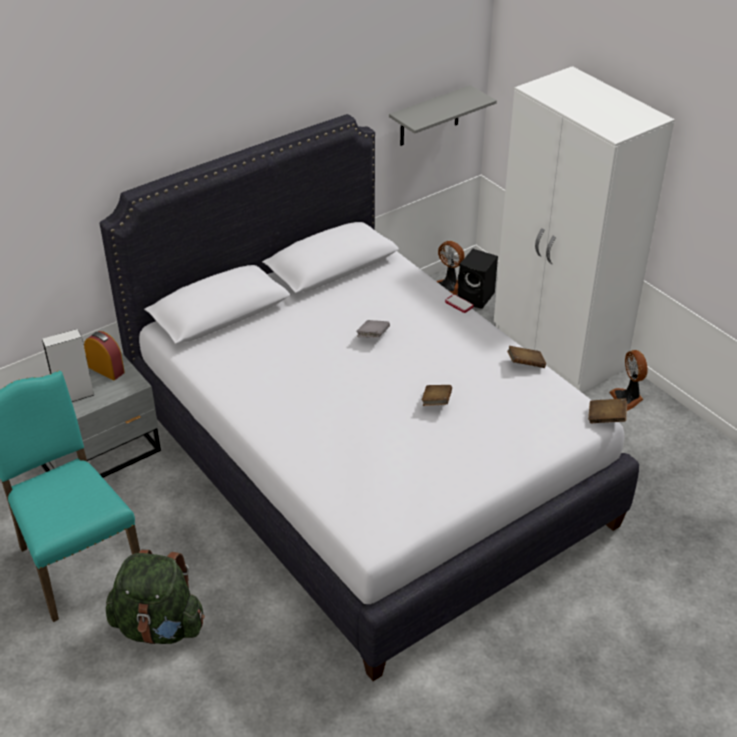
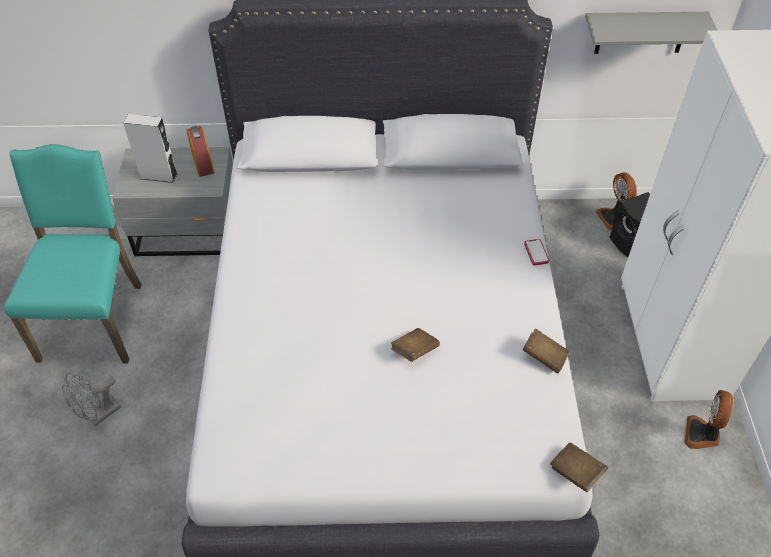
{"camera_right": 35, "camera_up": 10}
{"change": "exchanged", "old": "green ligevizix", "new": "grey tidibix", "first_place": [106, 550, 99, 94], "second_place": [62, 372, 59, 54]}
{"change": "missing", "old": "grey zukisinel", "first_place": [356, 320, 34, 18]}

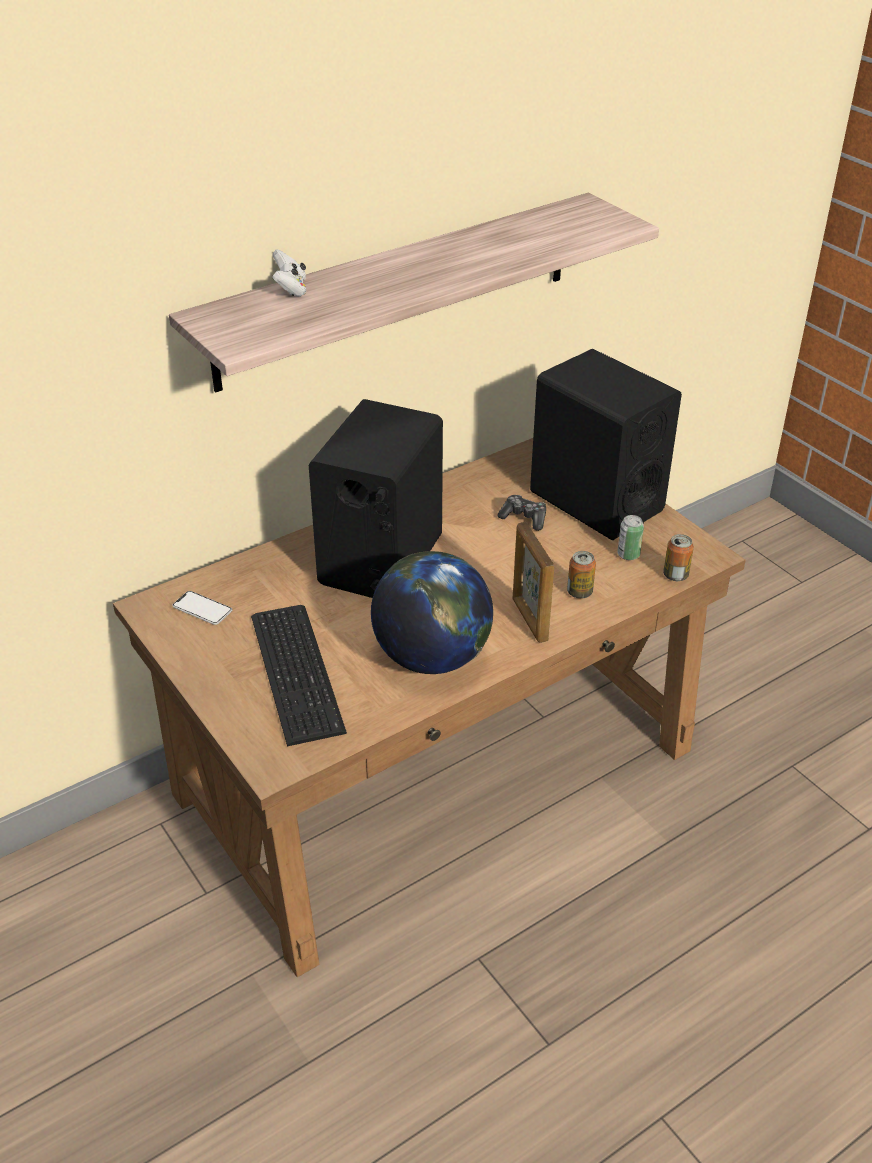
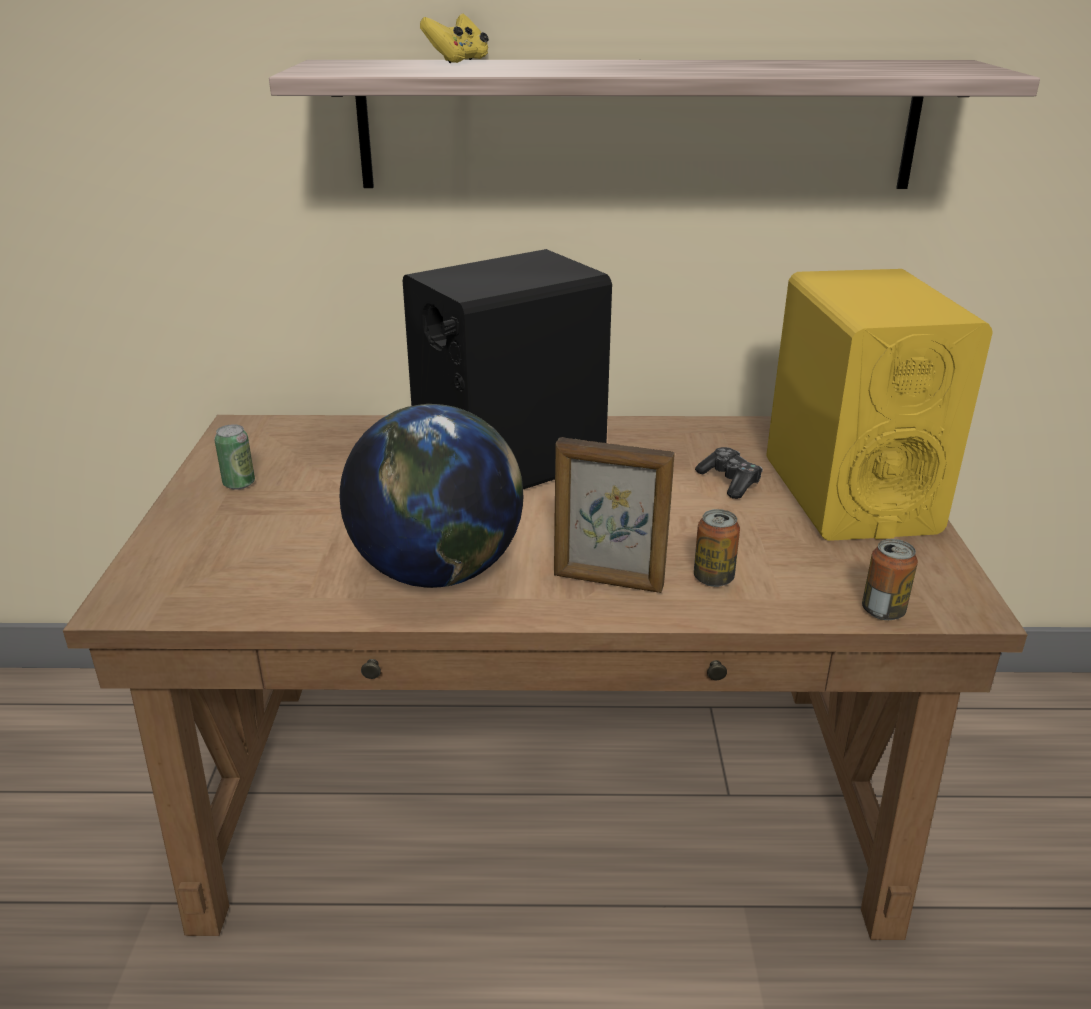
{"camera_right": 35, "camera_up": -10}
{"change": "relocated", "old": "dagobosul", "first_place": [618, 515, 26, 45], "second_place": [215, 424, 40, 66]}
{"change": "colour", "old": "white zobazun", "new": "yellow zobazun", "first_place": [272, 249, 34, 48], "second_place": [420, 14, 69, 49]}
{"change": "spun", "old": "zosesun", "first_place": [513, 522, 41, 121], "second_place": [554, 437, 121, 156], "degrees": -90}
{"change": "colour", "old": "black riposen", "new": "yellow riposen", "first_place": [530, 349, 152, 191], "second_place": [766, 269, 227, 272]}
{"change": "missing", "old": "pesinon", "first_place": [172, 591, 60, 34]}
{"change": "missing", "old": "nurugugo", "first_place": [251, 605, 96, 141]}

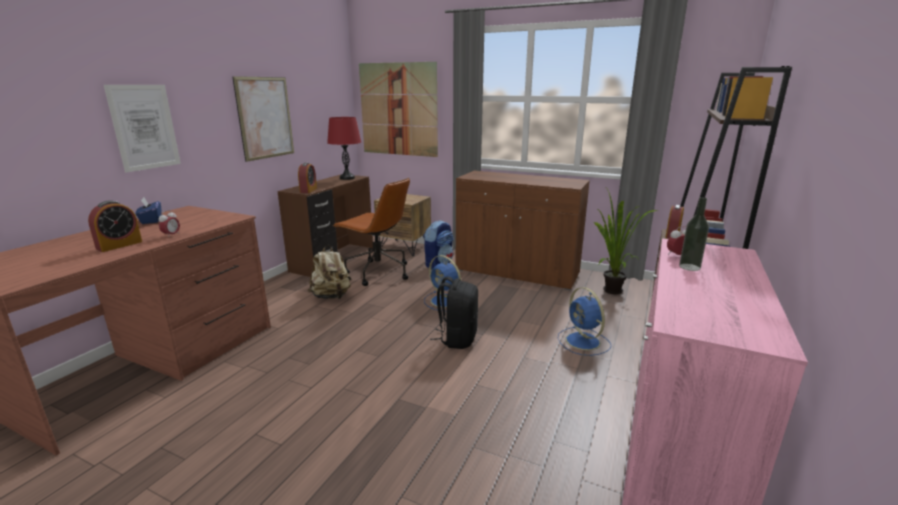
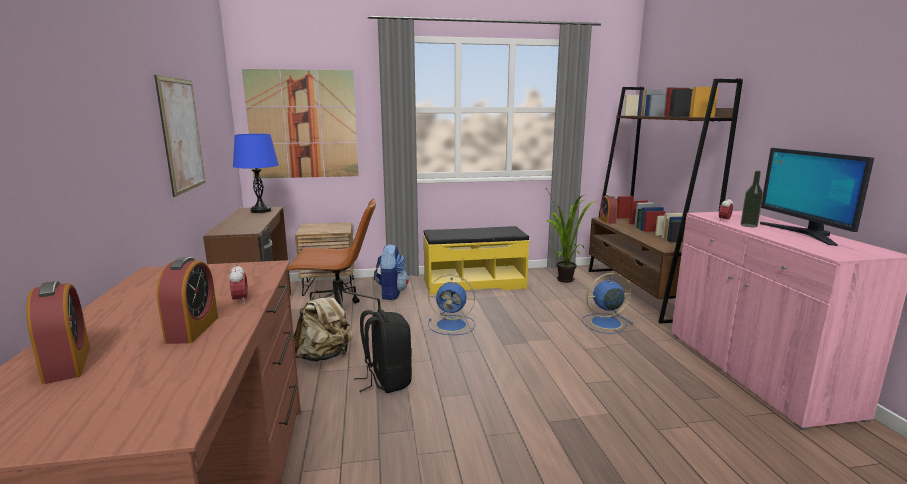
{"camera_right": -35, "camera_up": -5}
{"change": "relocated", "old": "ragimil", "first_place": [298, 163, 19, 30], "second_place": [26, 281, 64, 103]}
{"change": "colour", "old": "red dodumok", "new": "blue dodumok", "first_place": [327, 117, 34, 63], "second_place": [233, 134, 45, 79]}
{"change": "relocated", "old": "black ligevizix", "first_place": [430, 277, 48, 72], "second_place": [354, 310, 58, 83]}
{"change": "exchanged", "old": "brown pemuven", "new": "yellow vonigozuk", "first_place": [456, 171, 134, 119], "second_place": [423, 226, 106, 69]}
{"change": "spun", "old": "blue tidibix", "first_place": [558, 287, 53, 69], "second_place": [582, 273, 51, 61], "degrees": 135}
{"change": "appeared", "new": "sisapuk", "second_place": [760, 148, 114, 98]}
{"change": "missing", "old": "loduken", "first_place": [104, 85, 77, 88]}
{"change": "missing", "old": "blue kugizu", "first_place": [136, 198, 26, 26]}

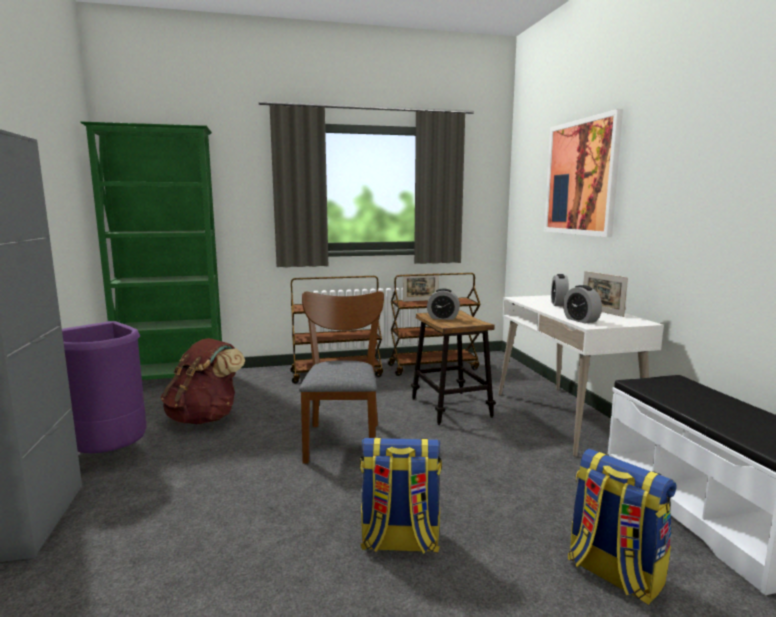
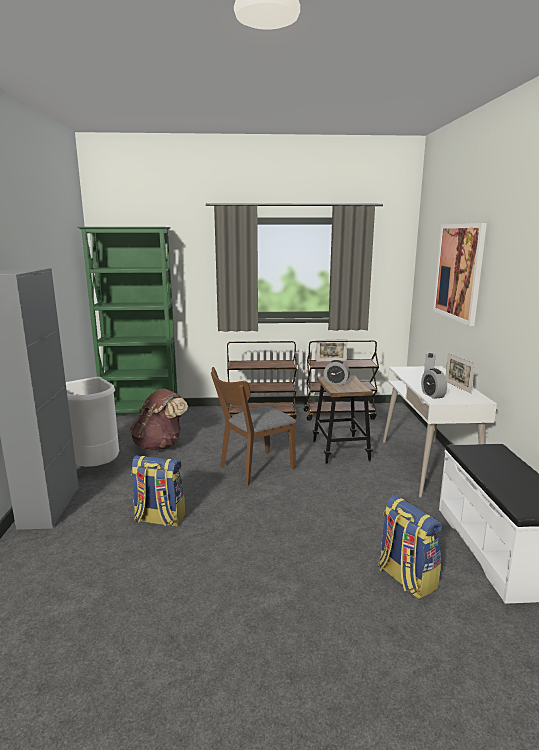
{"camera_right": 10, "camera_up": 5}
{"change": "colour", "old": "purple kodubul", "new": "white kodubul", "first_place": [62, 321, 85, 132], "second_place": [66, 377, 53, 90]}
{"change": "relocated", "old": "ligevizix", "first_place": [360, 437, 82, 117], "second_place": [131, 456, 54, 71]}
{"change": "spun", "old": "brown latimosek", "first_place": [299, 291, 85, 172], "second_place": [211, 367, 85, 119], "degrees": -135}

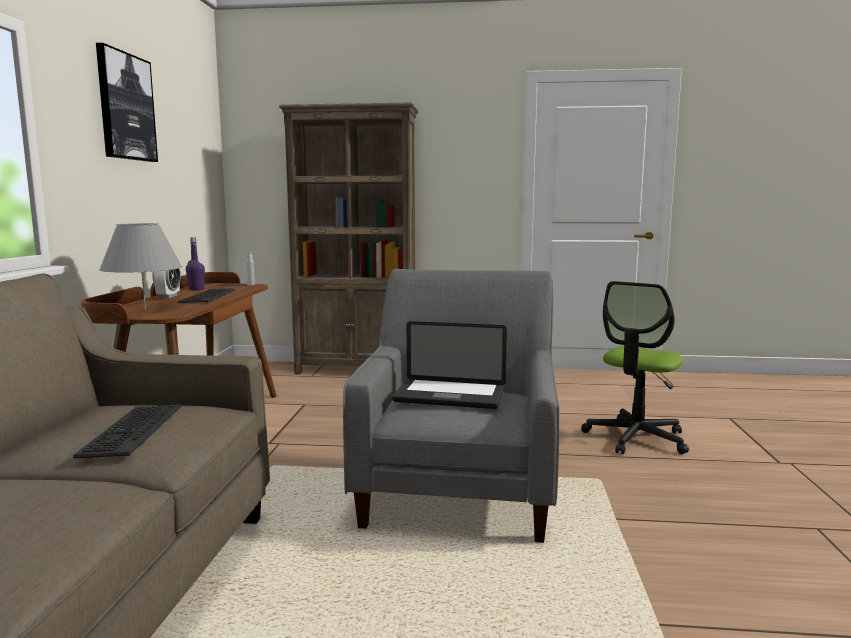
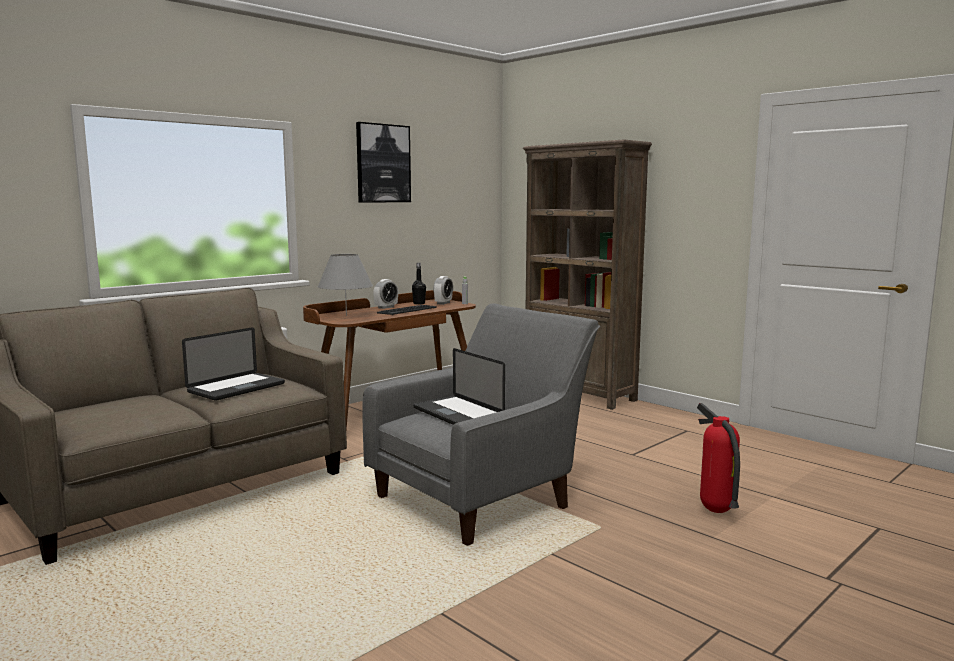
{"camera_right": 40, "camera_up": 0}
{"change": "exchanged", "old": "nurugugo", "new": "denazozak", "first_place": [73, 404, 108, 54], "second_place": [182, 327, 103, 74]}
{"change": "colour", "old": "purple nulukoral", "new": "black nulukoral", "first_place": [186, 238, 19, 52], "second_place": [412, 263, 14, 42]}
{"change": "appeared", "new": "ragimil", "second_place": [433, 276, 20, 29]}
{"change": "exchanged", "old": "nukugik", "new": "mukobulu", "first_place": [581, 281, 108, 173], "second_place": [697, 403, 43, 110]}

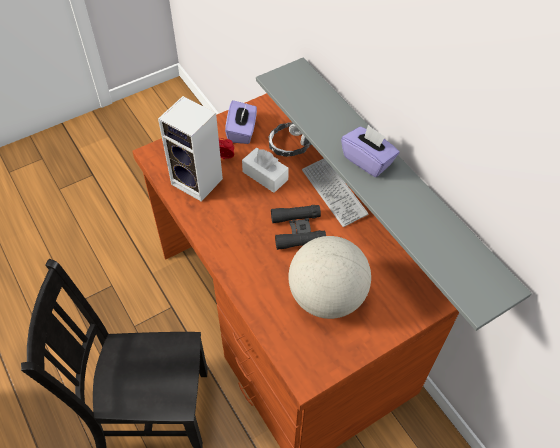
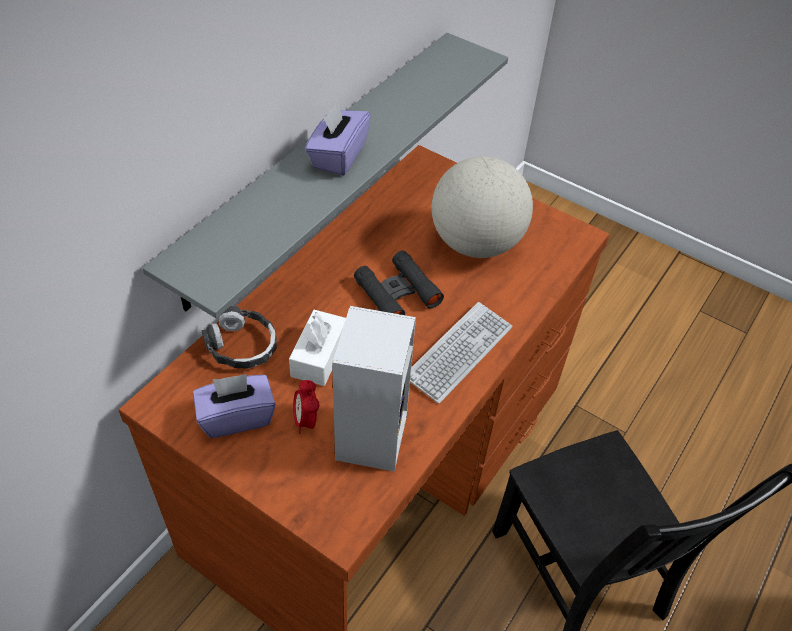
{"camera_right": -115, "camera_up": -5}
{"change": "relocated", "old": "nurugugo", "first_place": [302, 158, 66, 69], "second_place": [410, 302, 103, 102]}

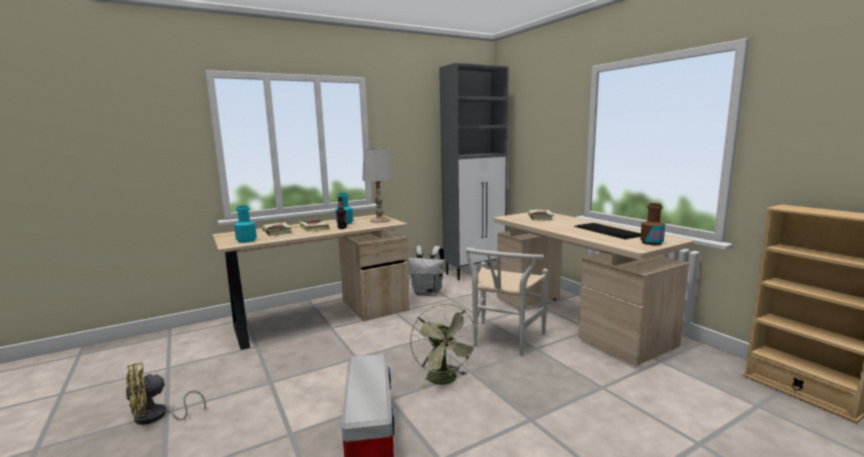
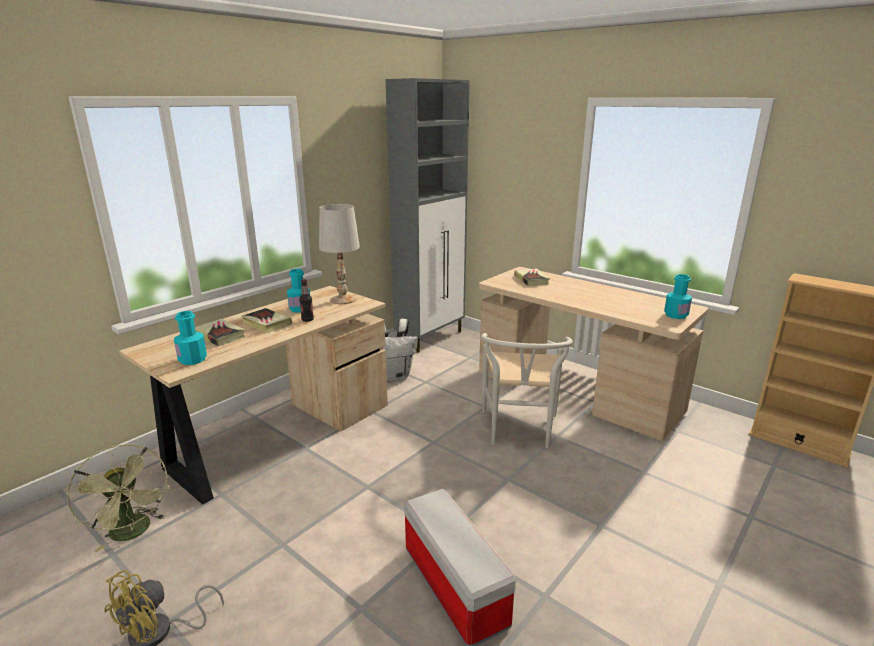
{"camera_right": -20, "camera_up": 10}
{"change": "relocated", "old": "green tidibix", "first_place": [410, 304, 69, 85], "second_place": [66, 444, 104, 108]}
{"change": "colour", "old": "brown nulukoral", "new": "turquoise nulukoral", "first_place": [640, 203, 25, 42], "second_place": [664, 274, 28, 45]}
{"change": "missing", "old": "nurugugo", "first_place": [574, 223, 67, 16]}

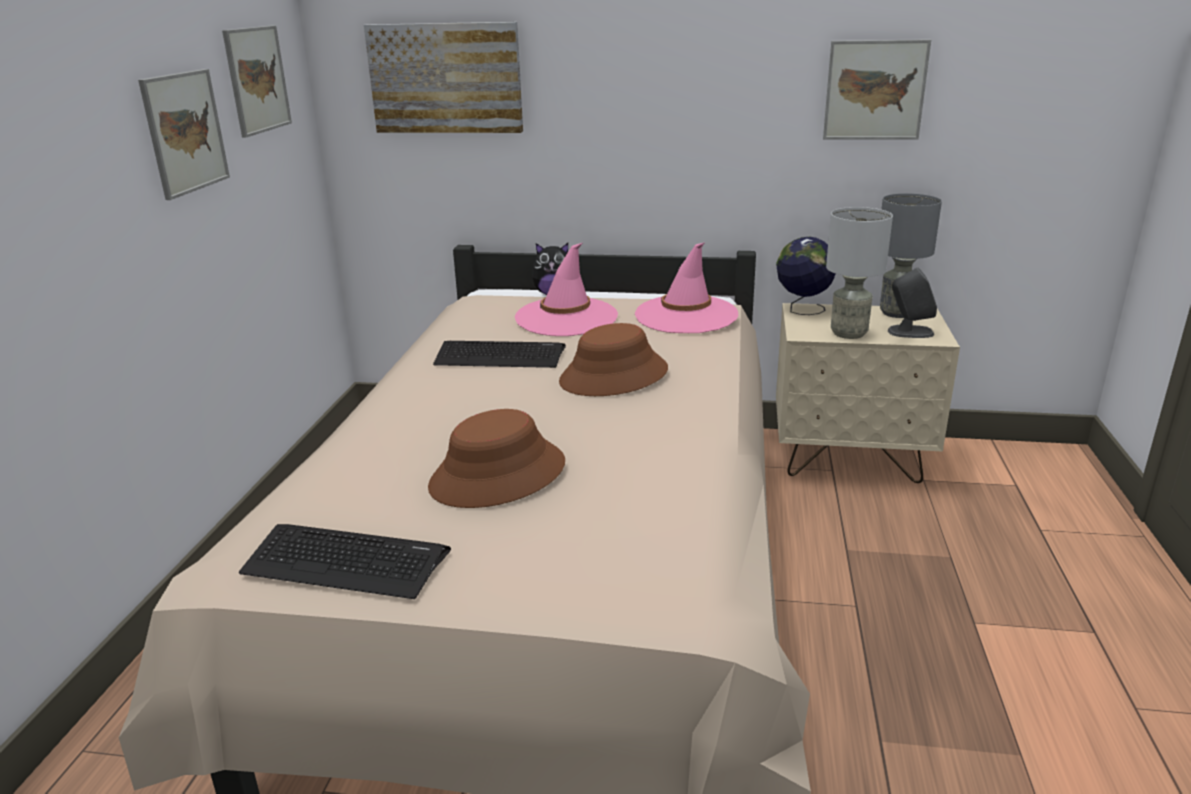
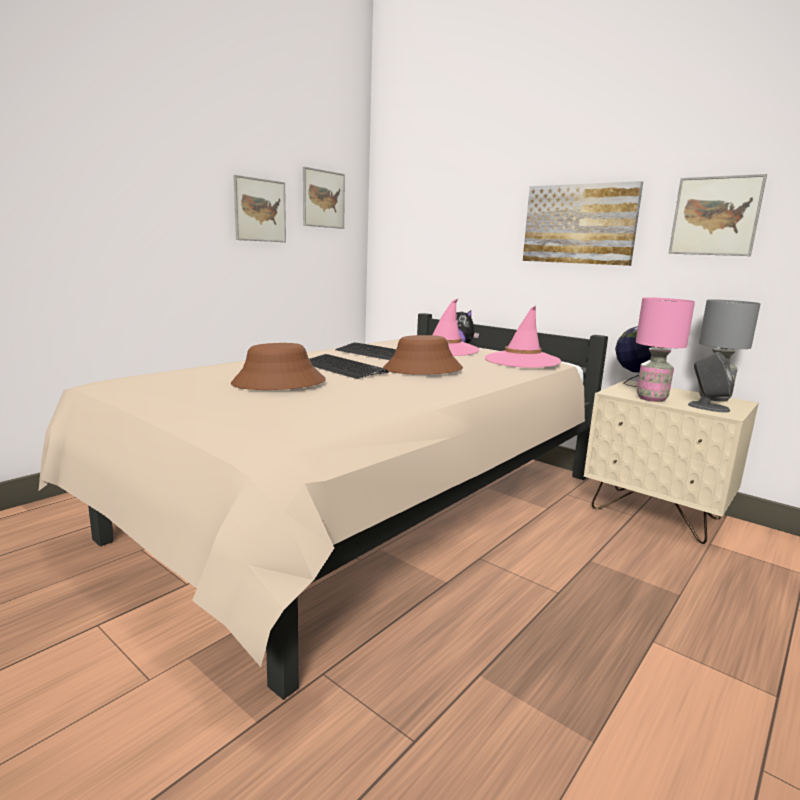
{"camera_right": 30, "camera_up": -10}
{"change": "relocated", "old": "nurugugo", "first_place": [239, 524, 212, 75], "second_place": [310, 354, 79, 25]}
{"change": "relocated", "old": "loduken", "first_place": [364, 22, 159, 111], "second_place": [523, 181, 120, 85]}
{"change": "colour", "old": "grey dodumok", "new": "pink dodumok", "first_place": [826, 207, 67, 132], "second_place": [636, 297, 59, 105]}

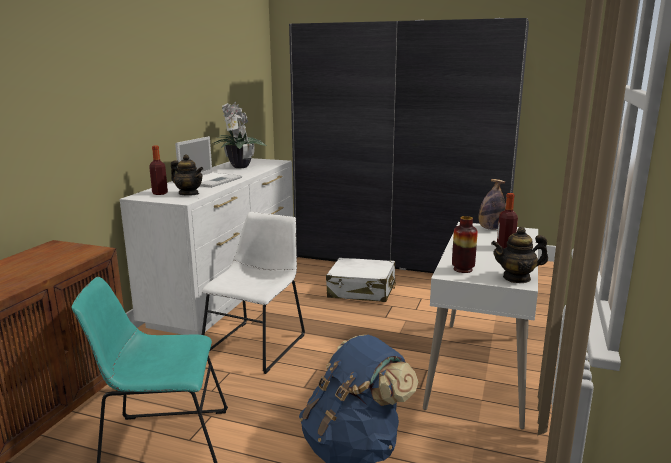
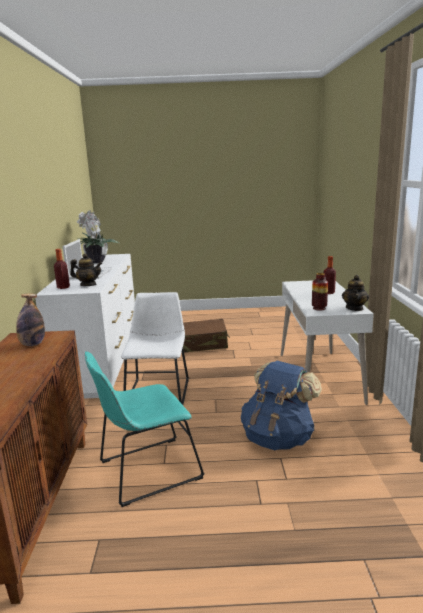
{"camera_right": -20, "camera_up": 0}
{"change": "relocated", "old": "nulukoral", "first_place": [478, 179, 28, 51], "second_place": [16, 293, 29, 53]}
{"change": "colour", "old": "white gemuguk", "new": "brown gemuguk", "first_place": [326, 258, 70, 44], "second_place": [183, 319, 47, 34]}
{"change": "spun", "old": "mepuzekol", "first_place": [491, 227, 57, 56], "second_place": [342, 275, 27, 36], "degrees": -45}
{"change": "missing", "old": "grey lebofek", "first_place": [289, 18, 240, 255]}

